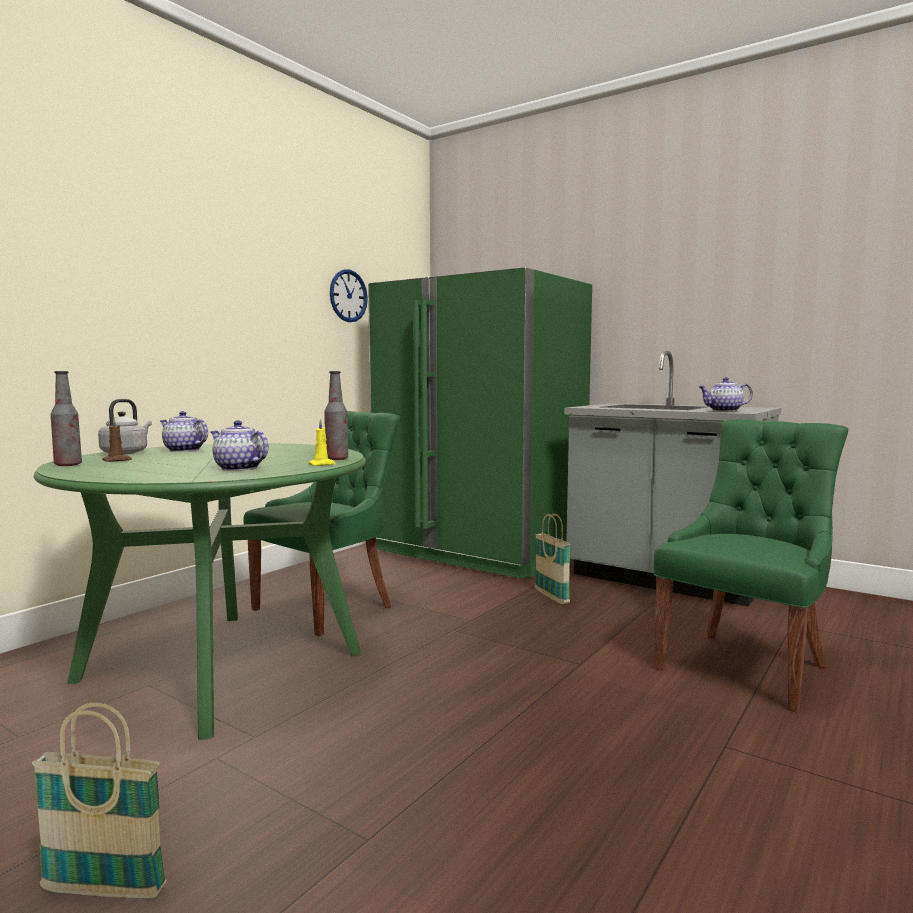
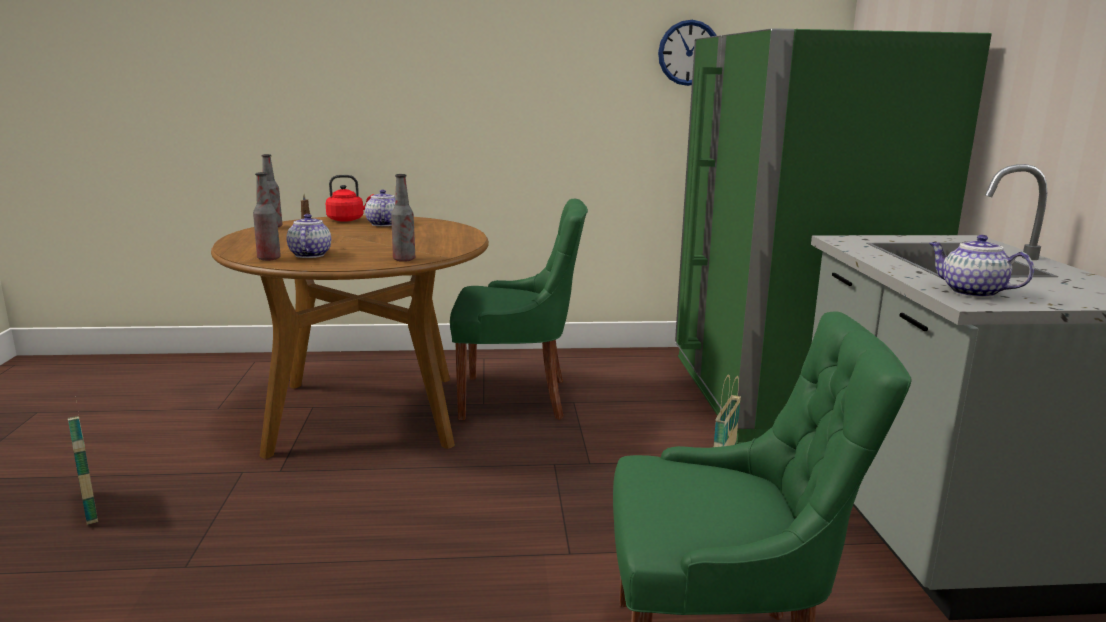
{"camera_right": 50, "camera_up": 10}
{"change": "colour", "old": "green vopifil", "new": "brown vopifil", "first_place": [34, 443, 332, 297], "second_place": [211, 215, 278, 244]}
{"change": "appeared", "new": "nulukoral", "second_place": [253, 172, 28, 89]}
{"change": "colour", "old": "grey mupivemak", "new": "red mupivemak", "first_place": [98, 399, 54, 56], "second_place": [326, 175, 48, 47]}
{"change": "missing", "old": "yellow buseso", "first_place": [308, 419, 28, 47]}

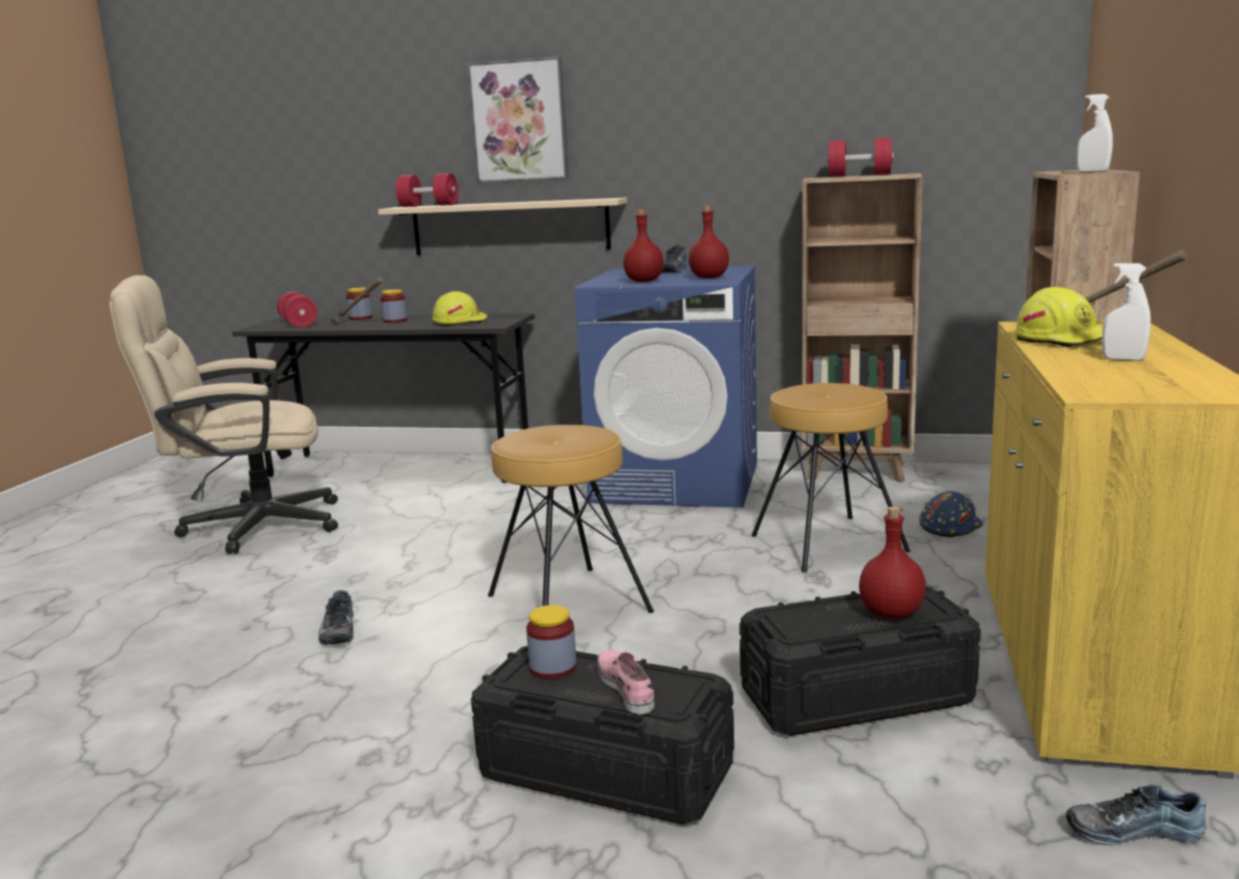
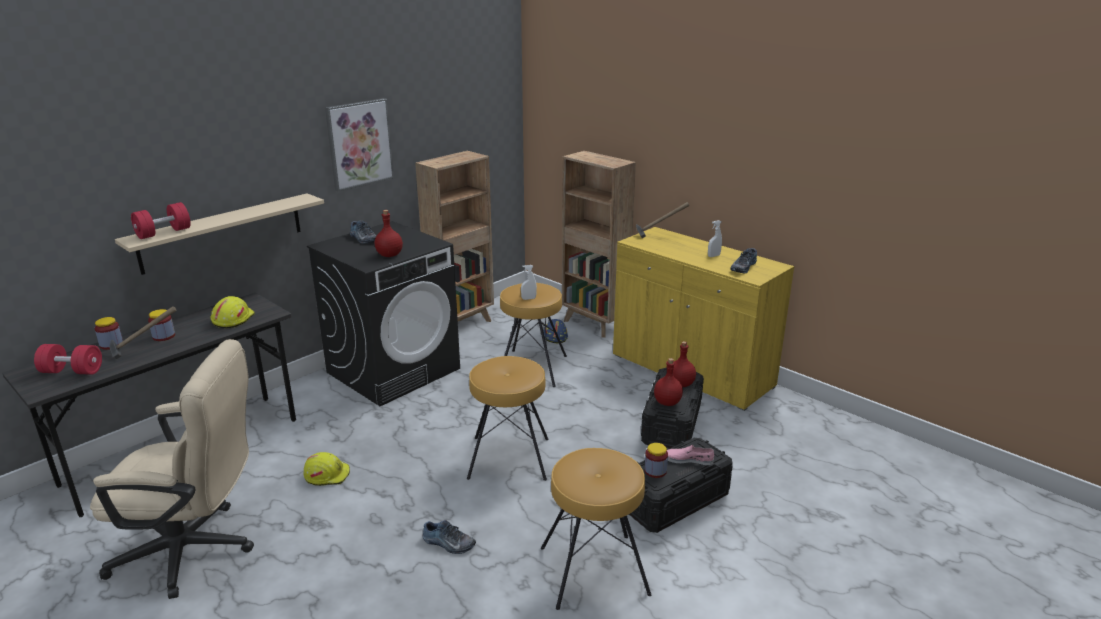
{"camera_right": -60, "camera_up": 10}
{"change": "spun", "old": "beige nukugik", "first_place": [110, 275, 228, 279], "second_place": [90, 339, 164, 260], "degrees": -105}
{"change": "relocated", "old": "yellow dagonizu", "first_place": [1016, 287, 87, 61], "second_place": [303, 452, 47, 34]}
{"change": "colour", "old": "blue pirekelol", "new": "black pirekelol", "first_place": [575, 266, 182, 242], "second_place": [307, 221, 153, 185]}
{"change": "relocated", "old": "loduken", "first_place": [467, 56, 102, 128], "second_place": [325, 98, 69, 94]}
{"change": "relocated", "old": "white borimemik", "first_place": [1077, 94, 36, 78], "second_place": [521, 265, 16, 35]}
{"change": "appeared", "new": "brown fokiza", "second_place": [541, 448, 110, 162]}
{"change": "relocated", "old": "red nulukoral", "first_place": [688, 205, 41, 73], "second_place": [654, 358, 29, 48]}
{"change": "relocated", "old": "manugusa", "first_place": [1066, 784, 141, 62], "second_place": [730, 248, 27, 25]}
{"change": "missing", "old": "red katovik", "first_place": [827, 138, 67, 39]}

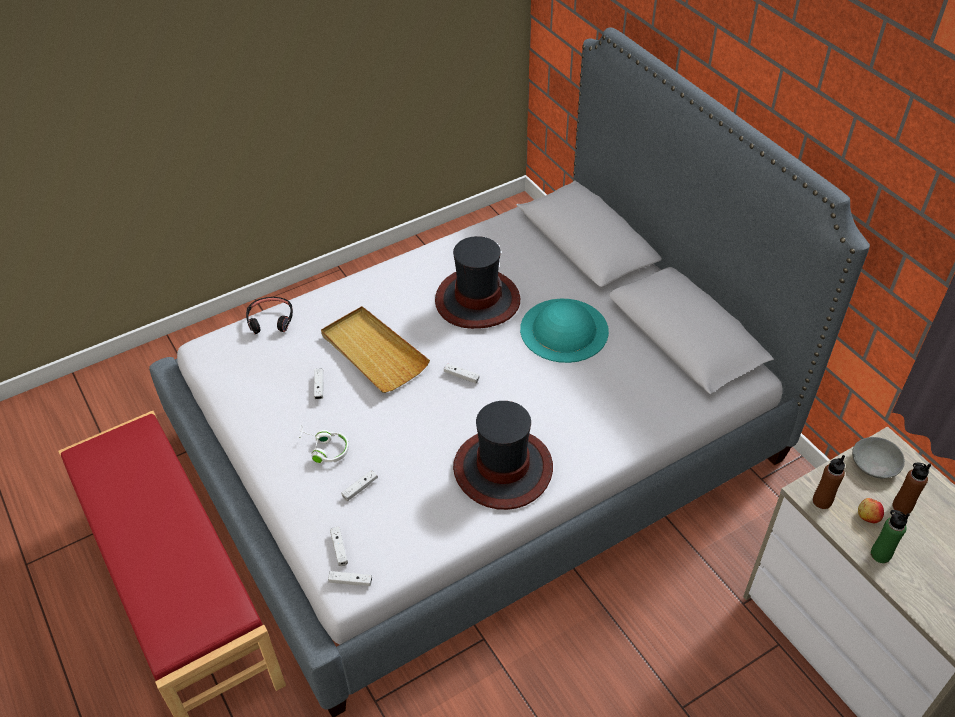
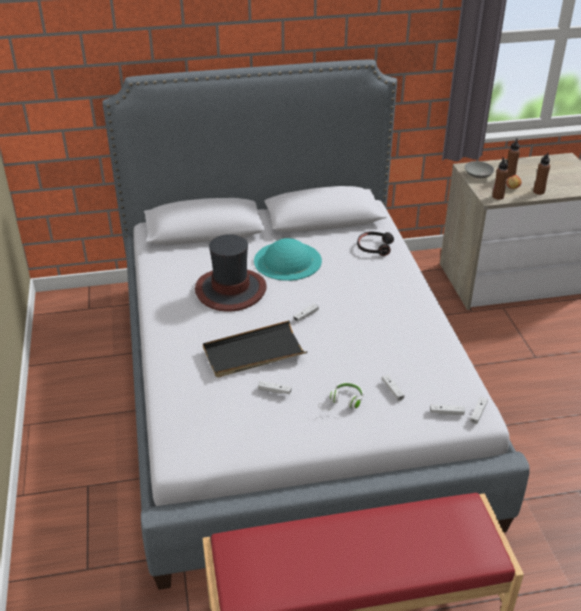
{"camera_right": -70, "camera_up": -10}
{"change": "colour", "old": "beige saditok", "new": "black saditok", "first_place": [321, 306, 109, 87], "second_place": [203, 320, 104, 57]}
{"change": "relocated", "old": "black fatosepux", "first_place": [246, 297, 47, 37], "second_place": [357, 231, 37, 25]}
{"change": "colour", "old": "green nulukoral", "new": "brown nulukoral", "first_place": [871, 510, 39, 53], "second_place": [533, 153, 17, 42]}
{"change": "missing", "old": "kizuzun", "first_place": [453, 401, 100, 109]}

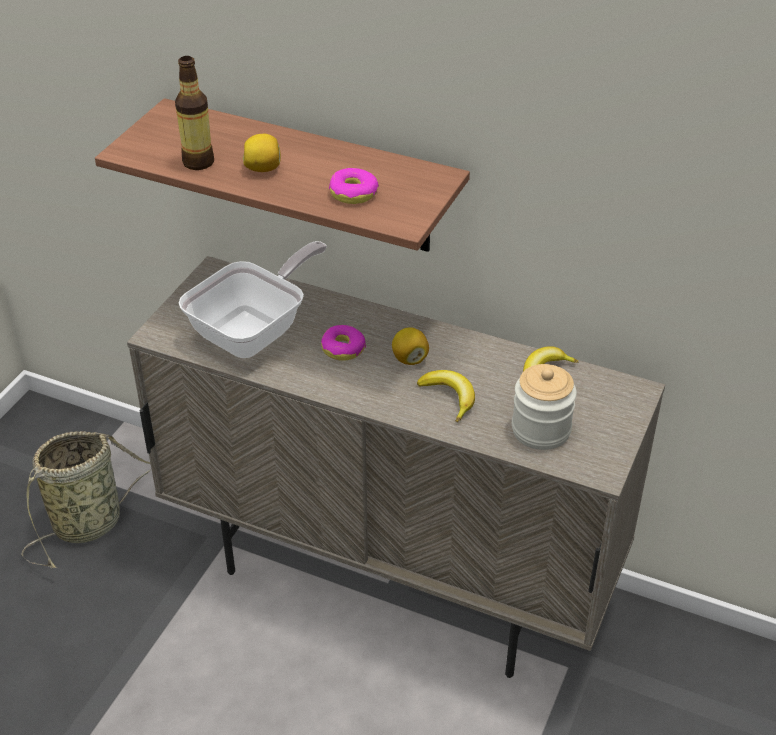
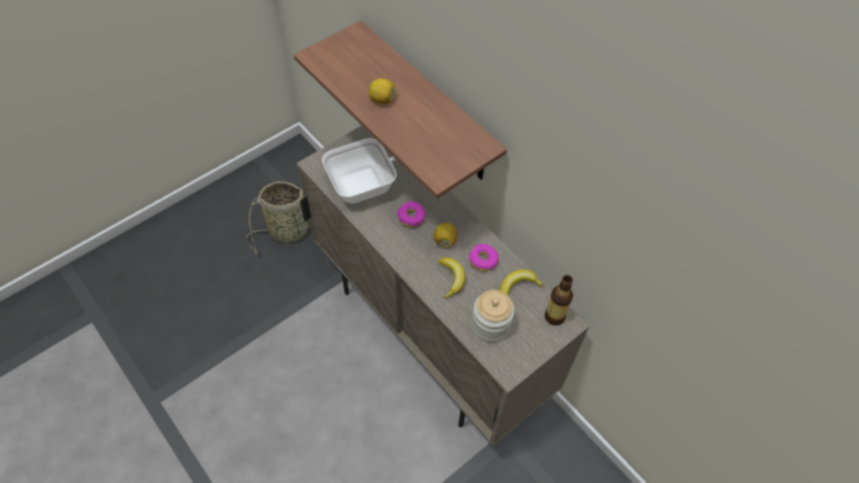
{"camera_right": 25, "camera_up": 15}
{"change": "relocated", "old": "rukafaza", "first_place": [329, 168, 50, 36], "second_place": [469, 244, 29, 27]}
{"change": "relocated", "old": "nulukoral", "first_place": [175, 56, 39, 114], "second_place": [545, 275, 28, 50]}

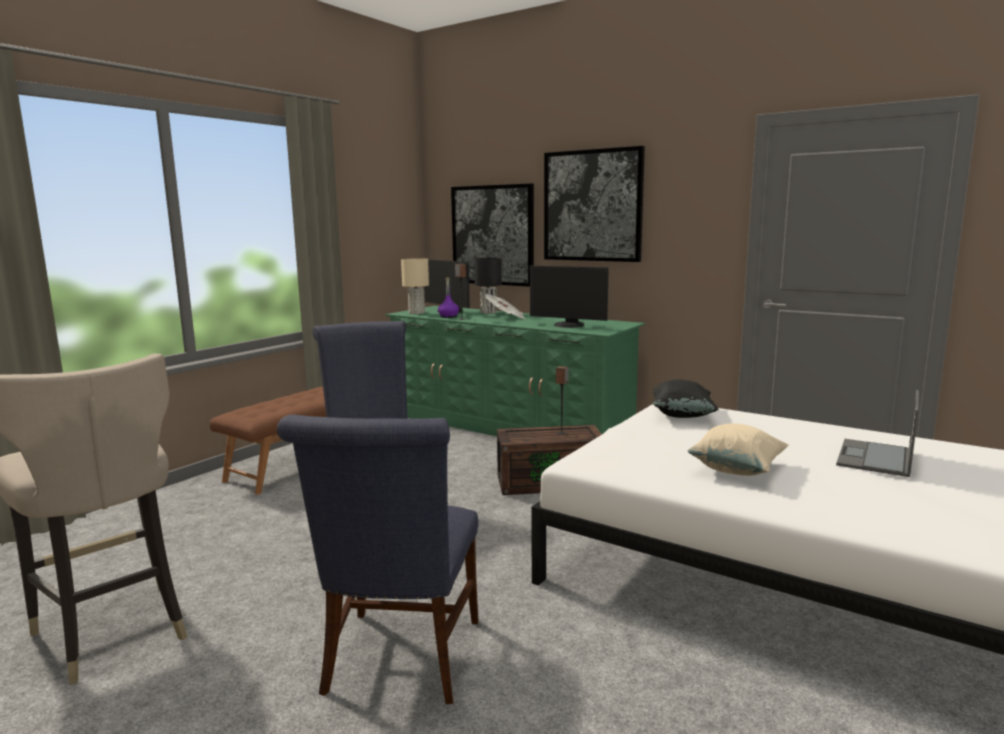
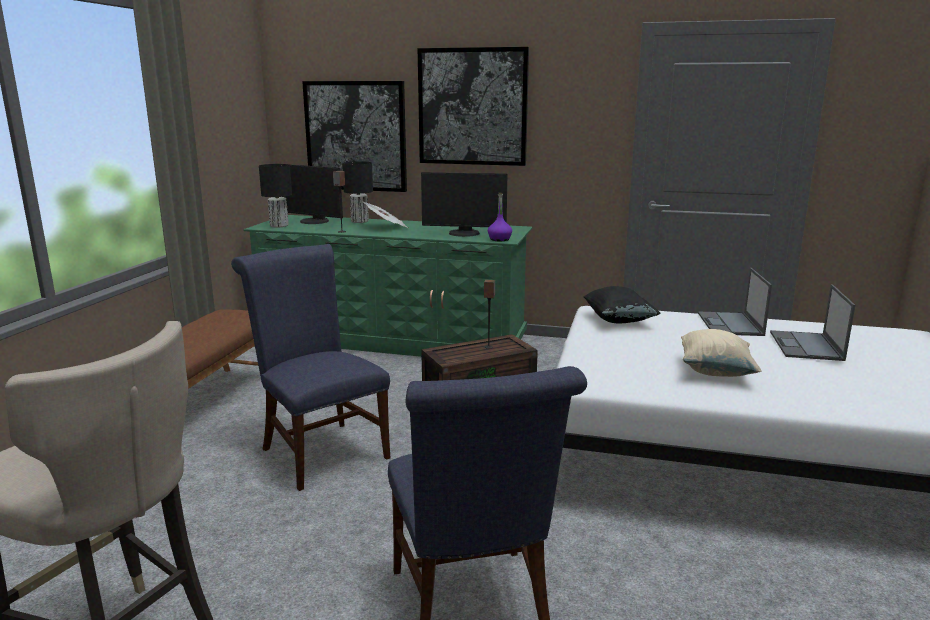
{"camera_right": -20, "camera_up": 5}
{"change": "colour", "old": "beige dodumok", "new": "black dodumok", "first_place": [401, 258, 28, 56], "second_place": [259, 164, 33, 63]}
{"change": "relocated", "old": "purple nulukoral", "first_place": [438, 277, 21, 41], "second_place": [488, 192, 24, 49]}
{"change": "appeared", "new": "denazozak", "second_place": [698, 268, 74, 68]}

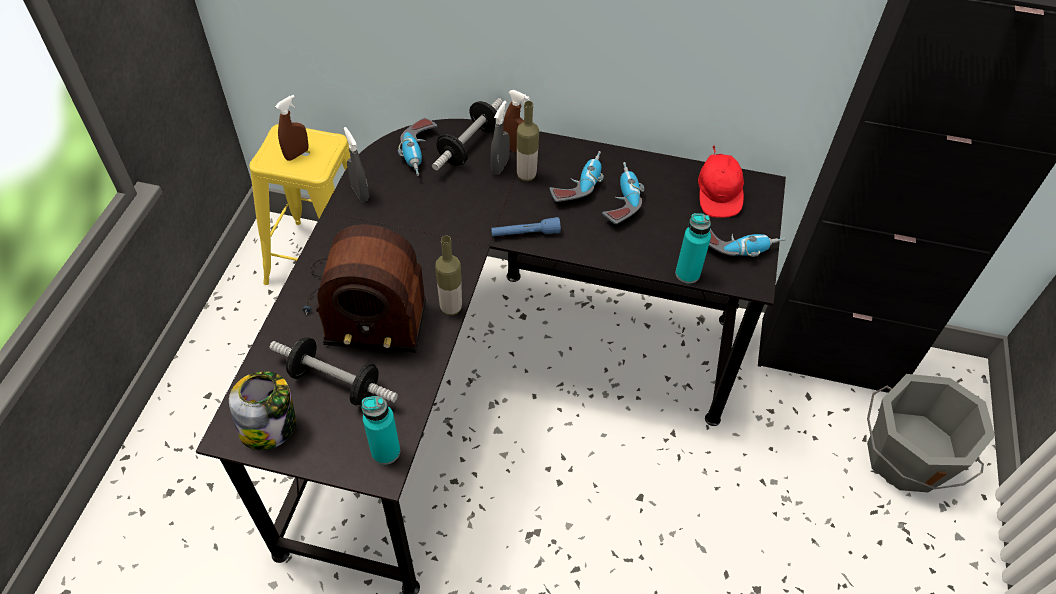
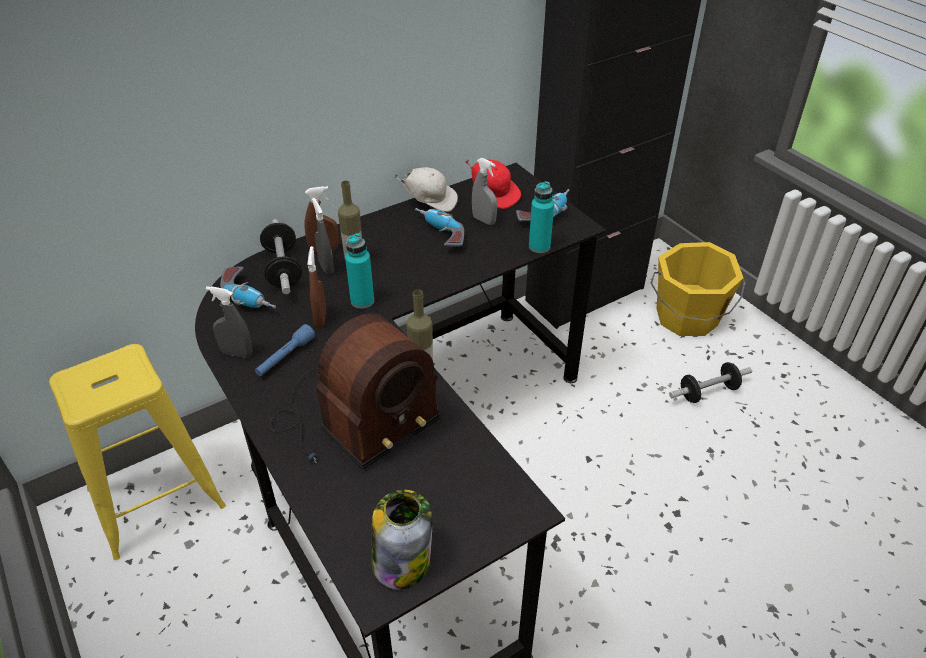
{"camera_right": -45, "camera_up": -10}
{"change": "relocated", "old": "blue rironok", "first_place": [491, 217, 70, 19], "second_place": [255, 324, 60, 52]}
{"change": "relocated", "old": "brown borimemik", "first_place": [275, 95, 34, 66], "second_place": [308, 246, 18, 81]}
{"change": "relocated", "old": "turquoise nulukoral", "first_place": [361, 396, 39, 69], "second_place": [345, 233, 29, 76]}
{"change": "appeared", "new": "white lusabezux", "second_place": [394, 167, 64, 45]}
{"change": "appeared", "new": "grey borimemik", "second_place": [472, 158, 25, 67]}
{"change": "colour", "old": "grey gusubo", "new": "yellow gusubo", "first_place": [867, 374, 128, 118], "second_place": [651, 242, 95, 94]}
{"change": "relocated", "old": "katovik", "first_place": [269, 337, 129, 69], "second_place": [669, 362, 83, 41]}
{"change": "missing", "old": "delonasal", "first_place": [550, 151, 54, 51]}

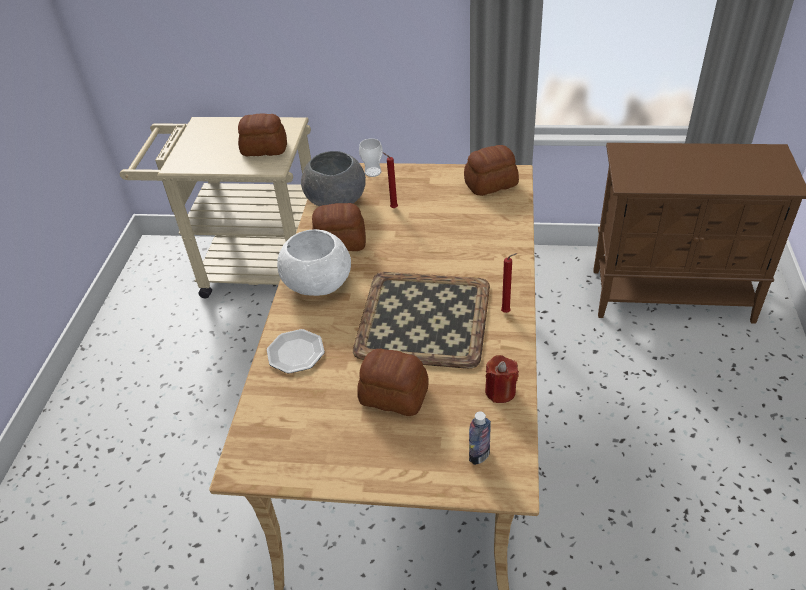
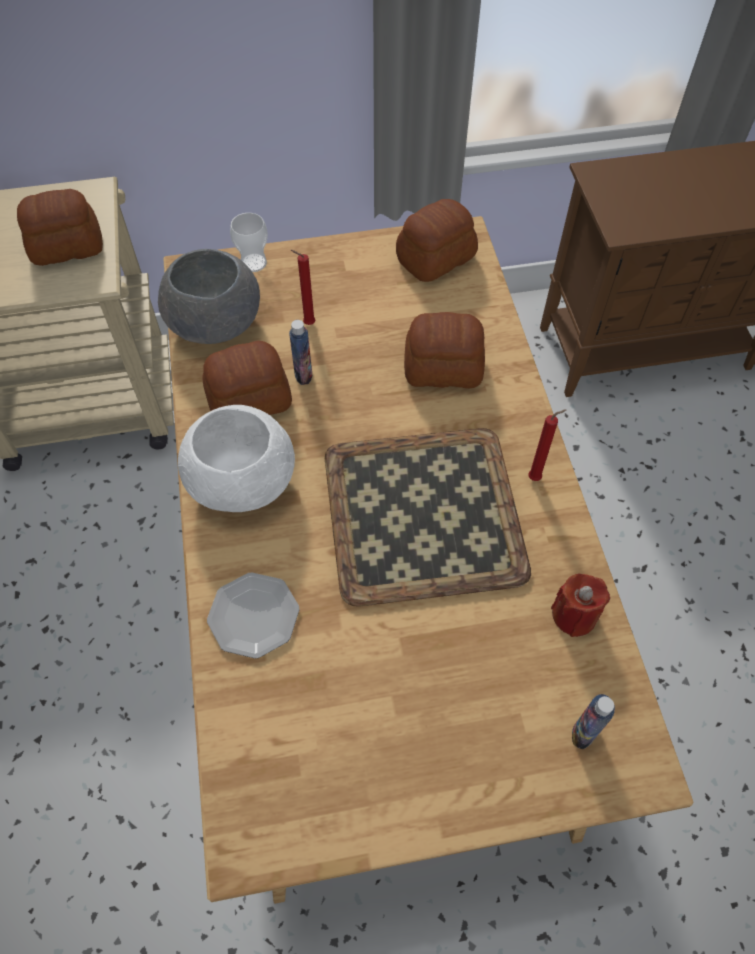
{"camera_right": -20, "camera_up": 15}
{"change": "appeared", "new": "nulukoral", "second_place": [289, 320, 23, 65]}
{"change": "relocated", "old": "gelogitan", "first_place": [357, 349, 72, 67], "second_place": [404, 312, 81, 76]}

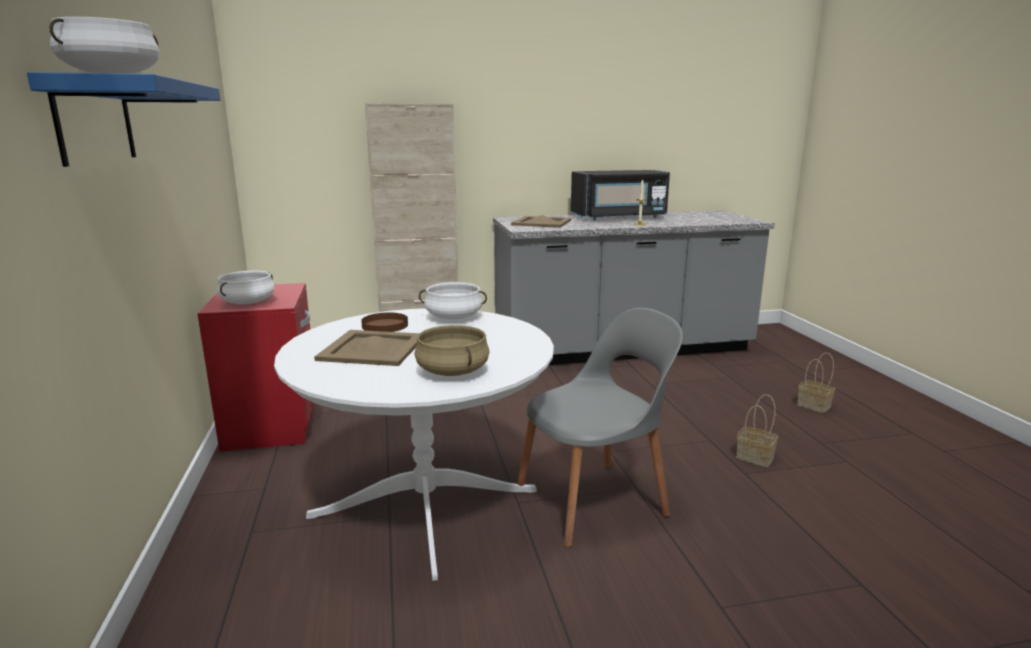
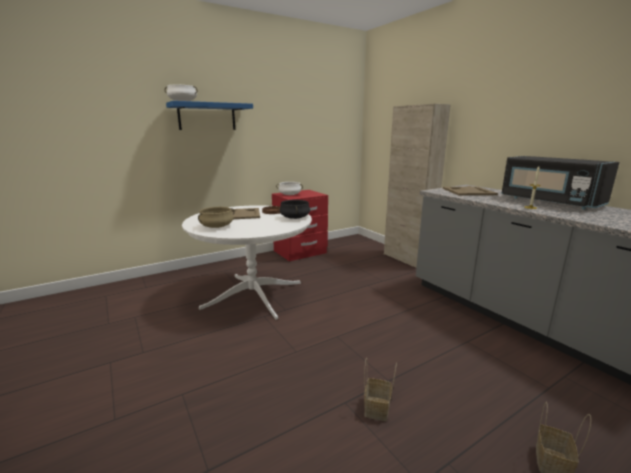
{"camera_right": 70, "camera_up": 0}
{"change": "colour", "old": "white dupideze", "new": "black dupideze", "first_place": [419, 282, 68, 38], "second_place": [280, 200, 30, 19]}
{"change": "missing", "old": "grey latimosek", "first_place": [517, 308, 166, 239]}

